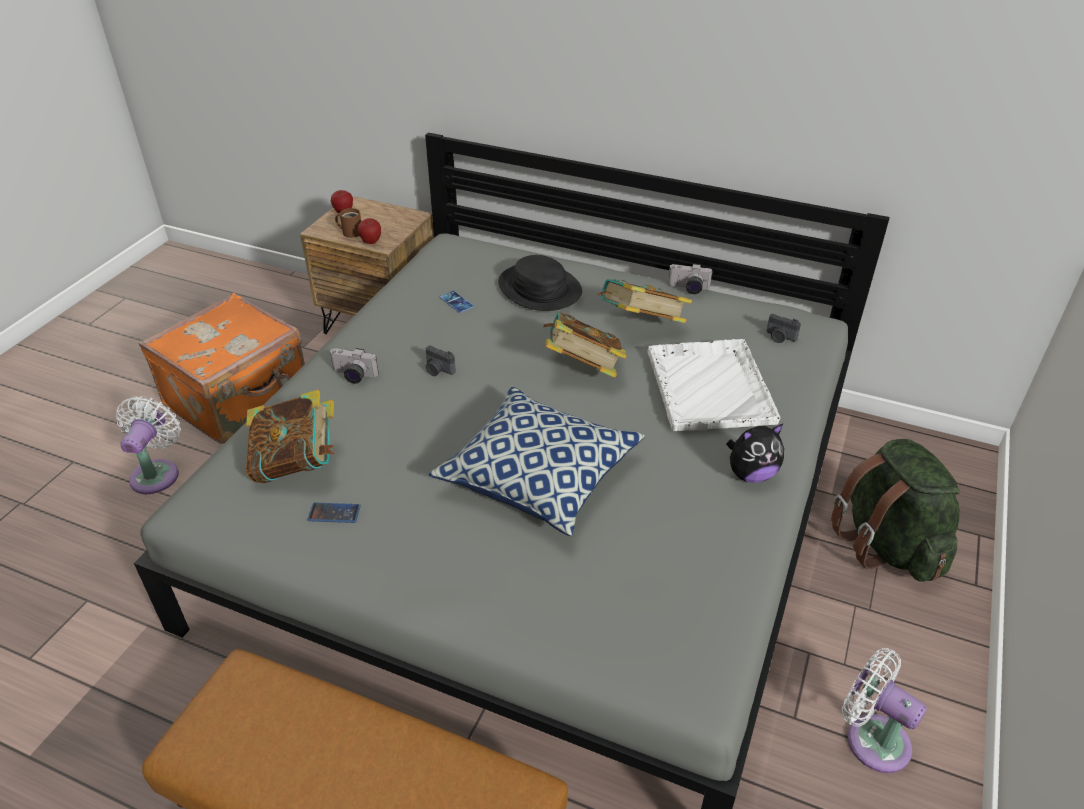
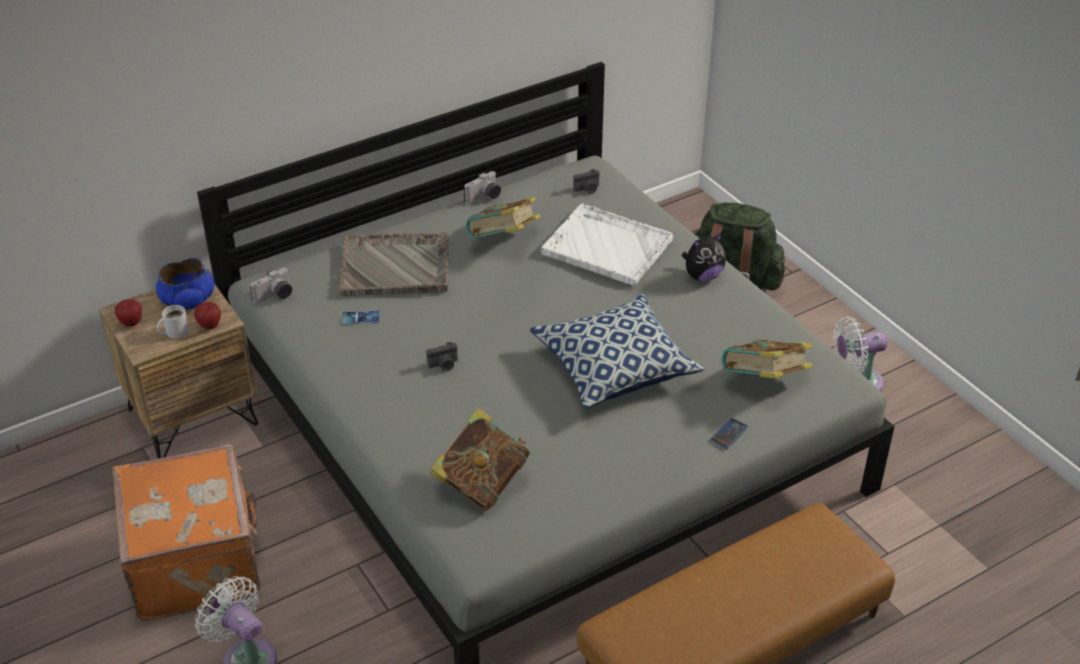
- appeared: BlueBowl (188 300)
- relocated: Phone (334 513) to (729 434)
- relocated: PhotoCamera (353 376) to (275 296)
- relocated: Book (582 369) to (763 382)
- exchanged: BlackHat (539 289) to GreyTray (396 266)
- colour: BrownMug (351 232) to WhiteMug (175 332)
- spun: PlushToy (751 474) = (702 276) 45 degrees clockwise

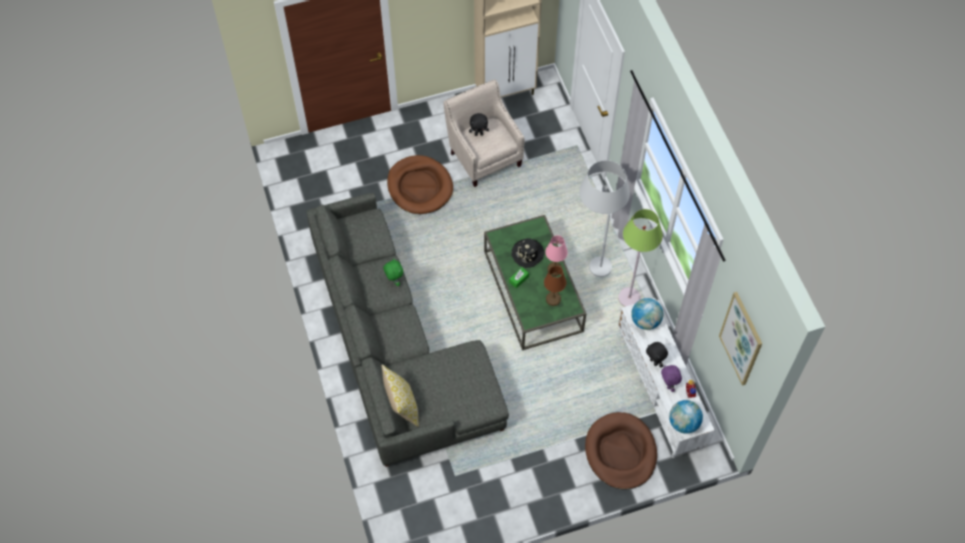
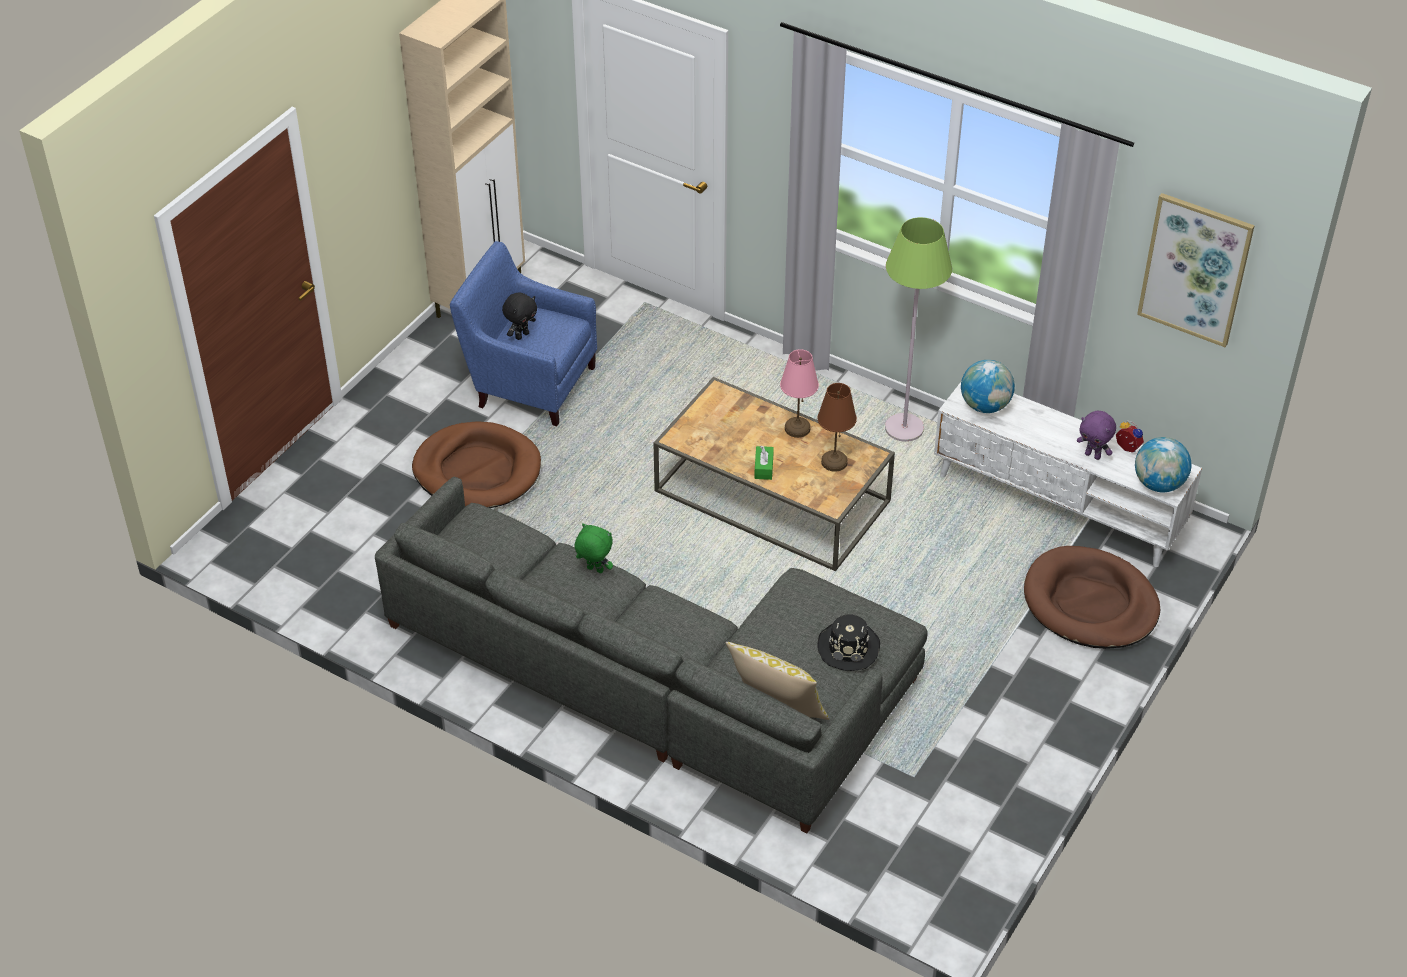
- missing: WhiteFloorLamp (594 257)
- missing: BlackPlushToy (654 362)
- relocated: BlackHat (528 254) to (848 647)
- colour: BeigeArmchair (484 155) to BlueArmchair (530 383)
- colour: GreenCoffeeTable (532 291) to BrownCoffeeTable (771 497)

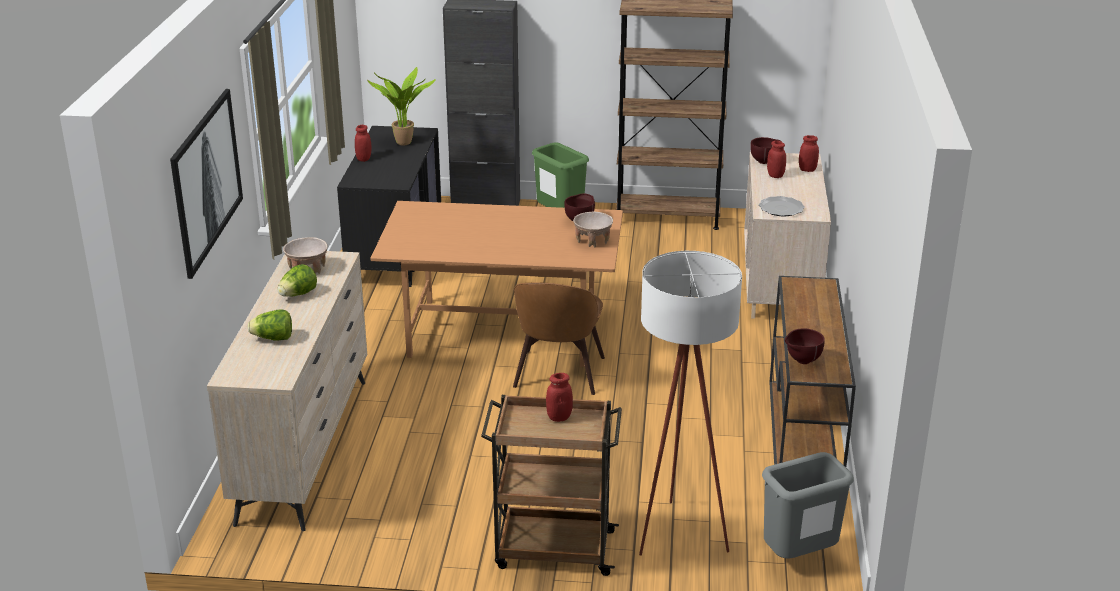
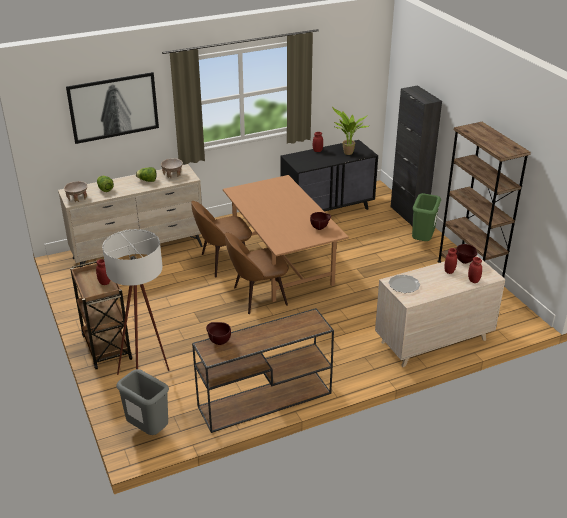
- appeared: BrownChair (223 262)
- relocated: BeigeBowl (593 240) to (77 198)

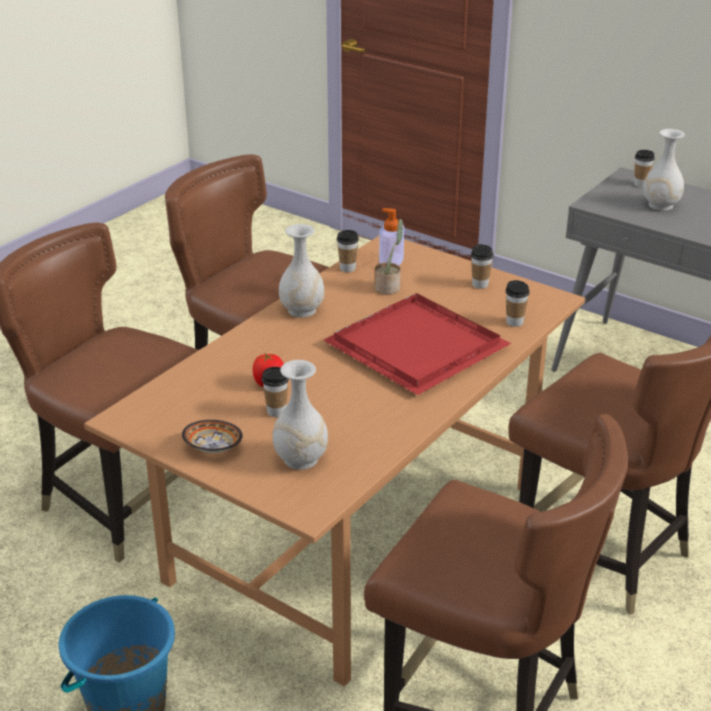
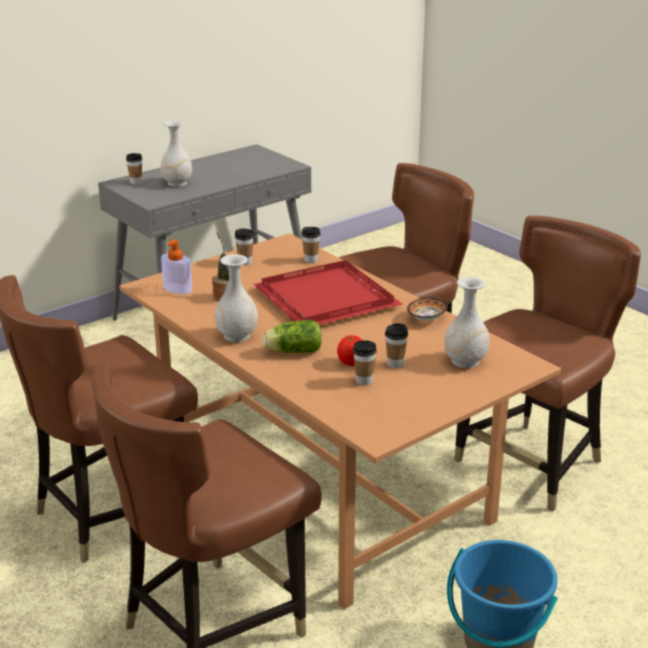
- appeared: Lettuce (292 351)
- relocated: Bowl (213 449) to (428 318)
- relocated: Cup (347 268) to (364 381)

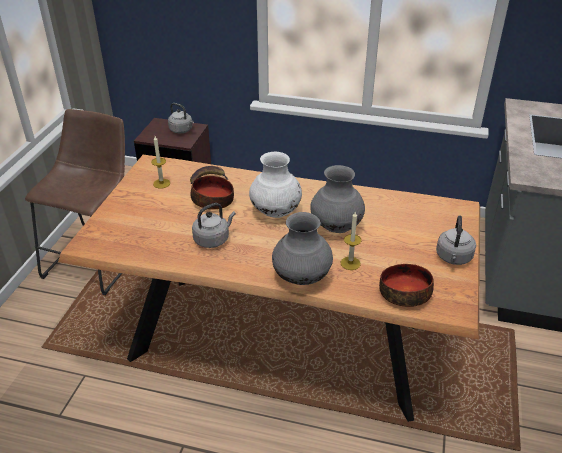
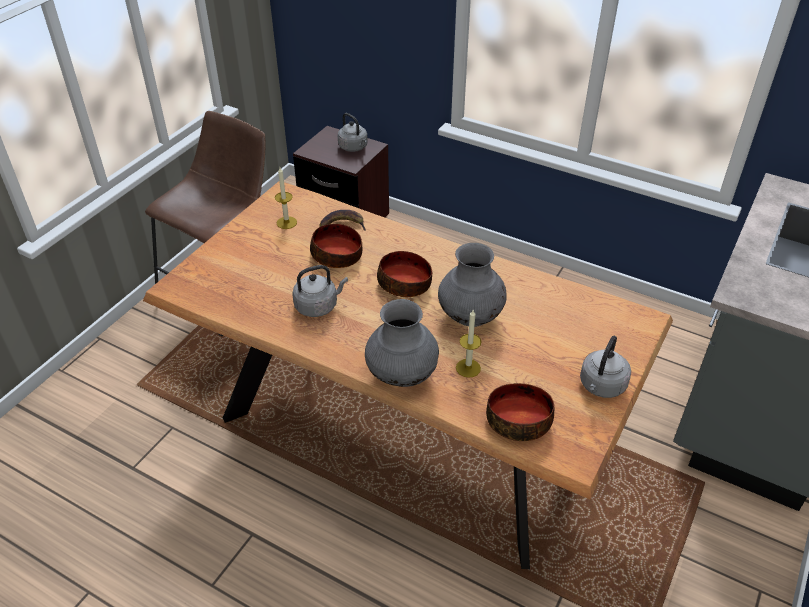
- exchanged: WhiteVase (276 212) to Bowl (405 284)

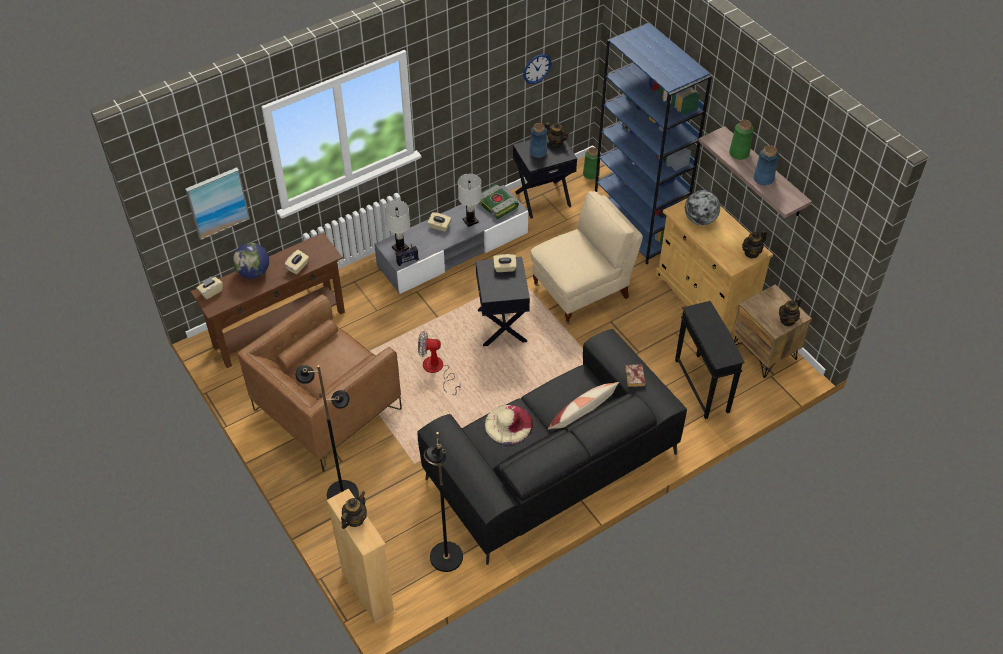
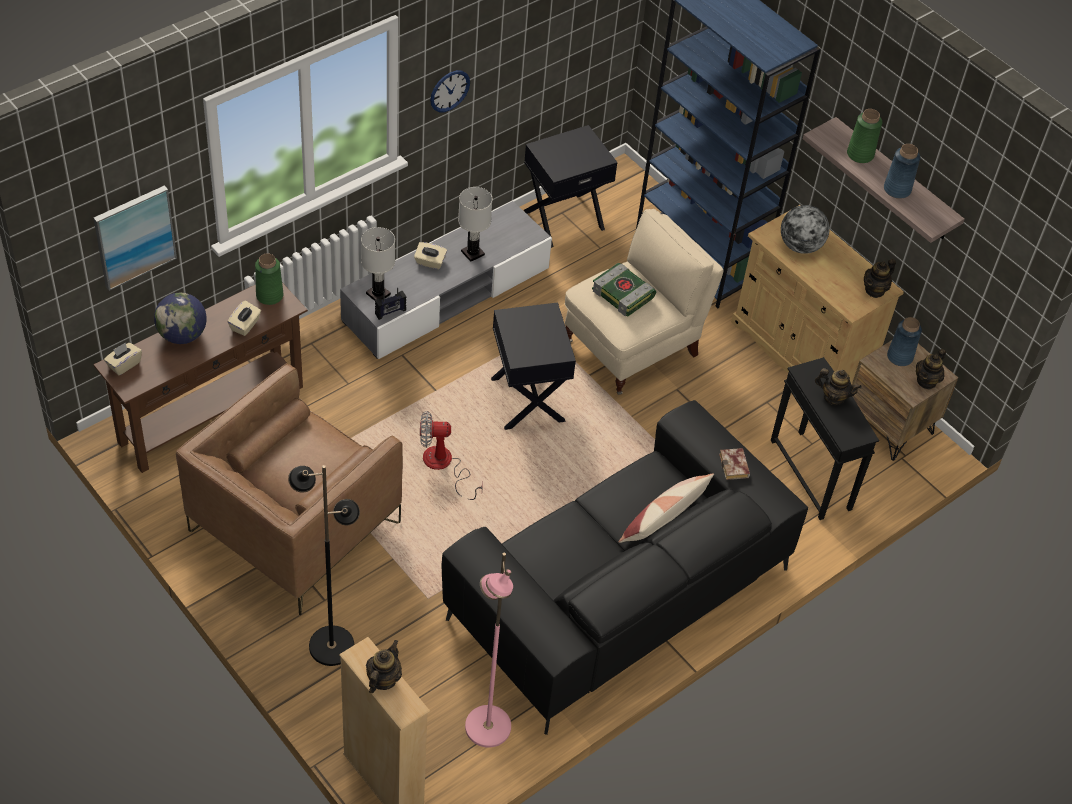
- missing: BeigeHat (508 424)
- missing: BeigeTissueBox (504 268)
- relocated: Book (497 205) to (624 294)
- relocated: WallClock (537 68) to (449 91)
- relocated: BlueVase (538 152) to (899 357)
- relocated: Teapot (556 143) to (833 397)
- relocated: GreenVase (591 174) to (270 295)
- colour: BlackFloorLamp (445 557) to PinkFloorLamp (487 727)

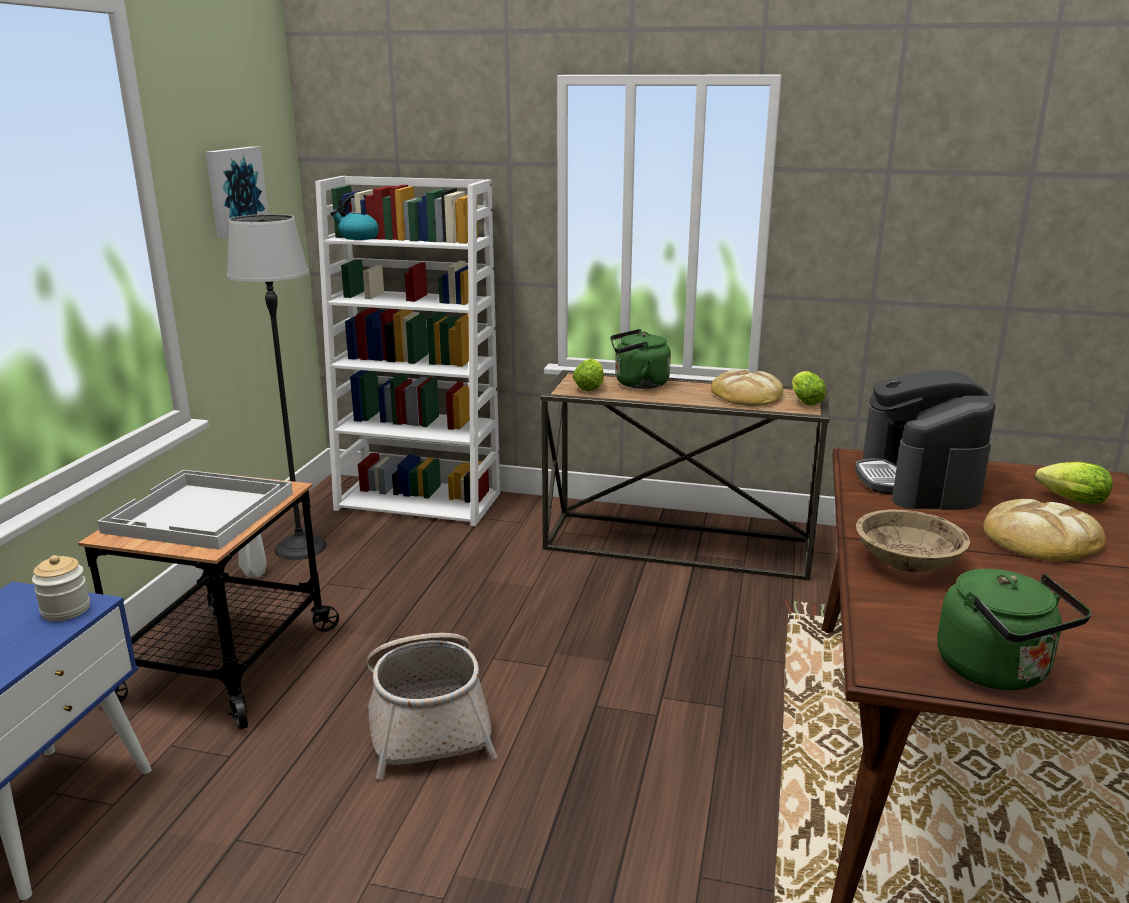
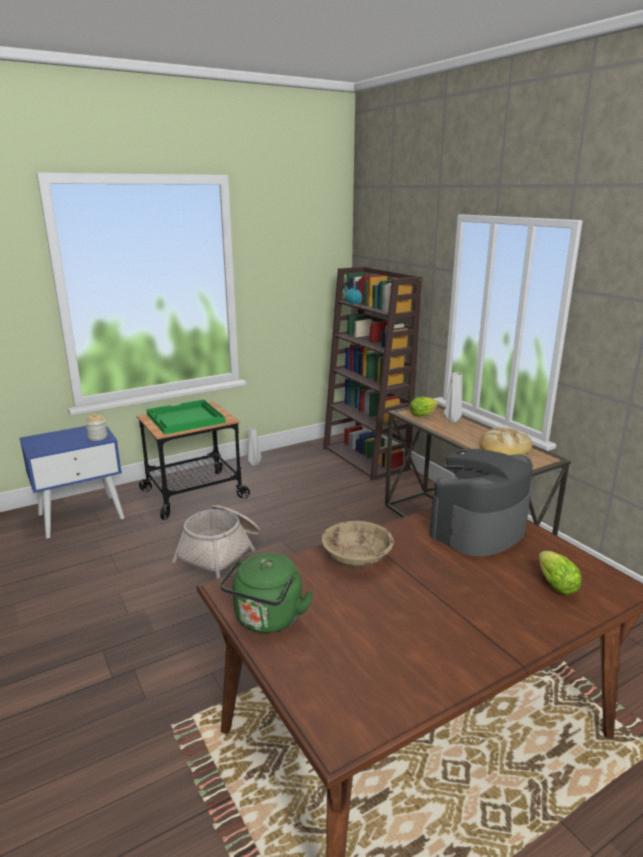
- missing: Picture (234 191)
- missing: FloorLamp (301 547)
- missing: Lettuce (804 401)
- missing: Bread (1040 538)
- exchanged: GreenKettle (638 384) to GreyVase (453 420)
- colour: WhiteTray (201 513) to GreenTray (185 419)
- colour: WhiteBookcase (420 501) to BrownBookcase (366 459)

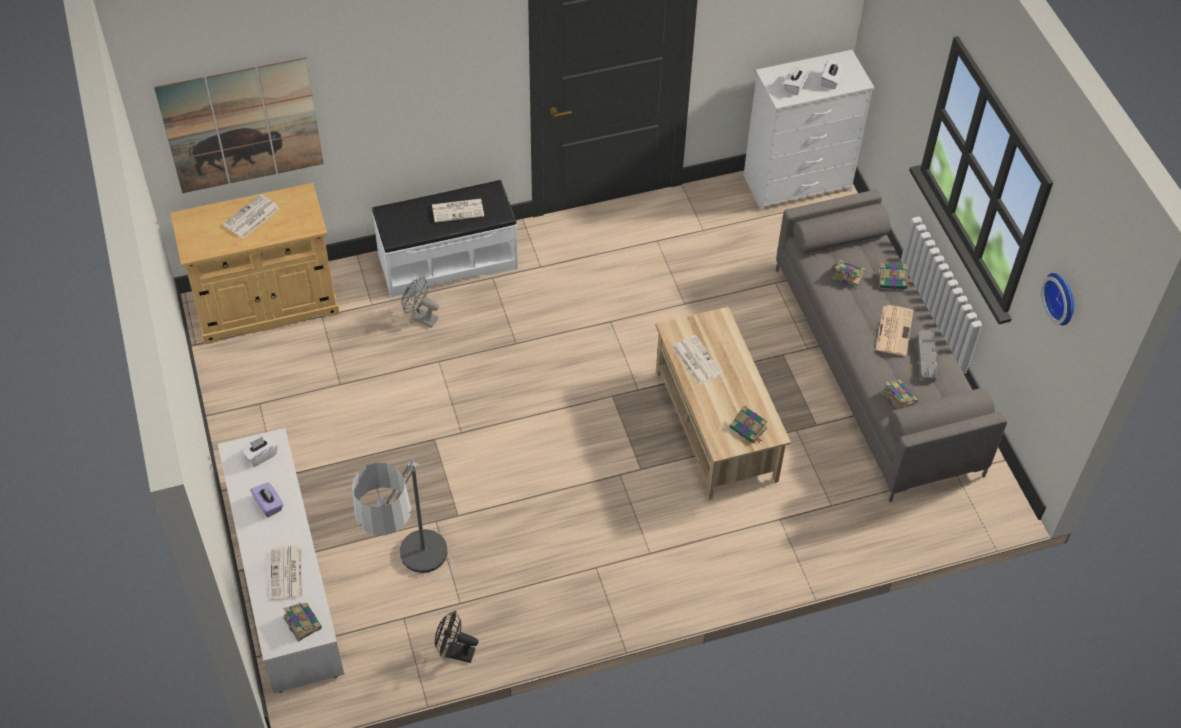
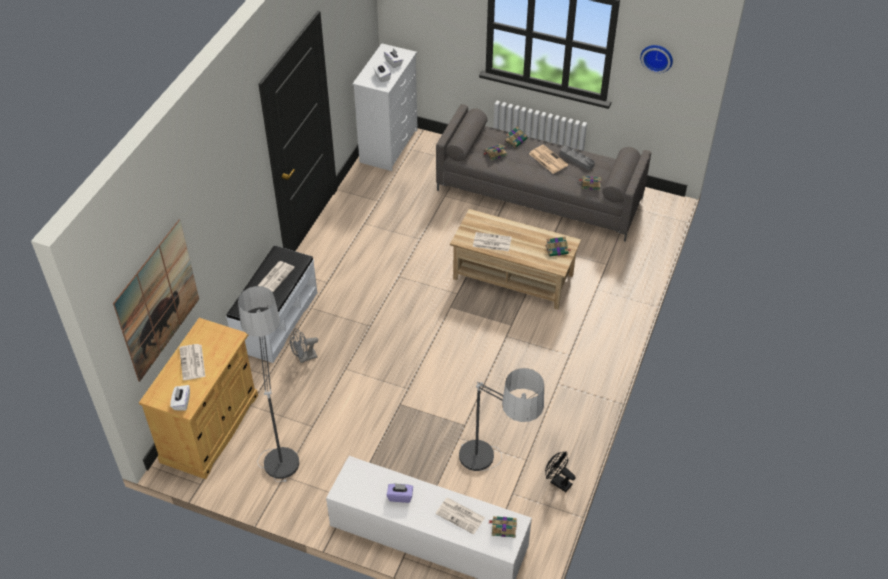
- appeared: FloorLamp (278 441)
- relocated: WhiteTissueBox (261 455) to (181 402)
- spun: BlackFan (455 652) = (557 482) 75 degrees clockwise

